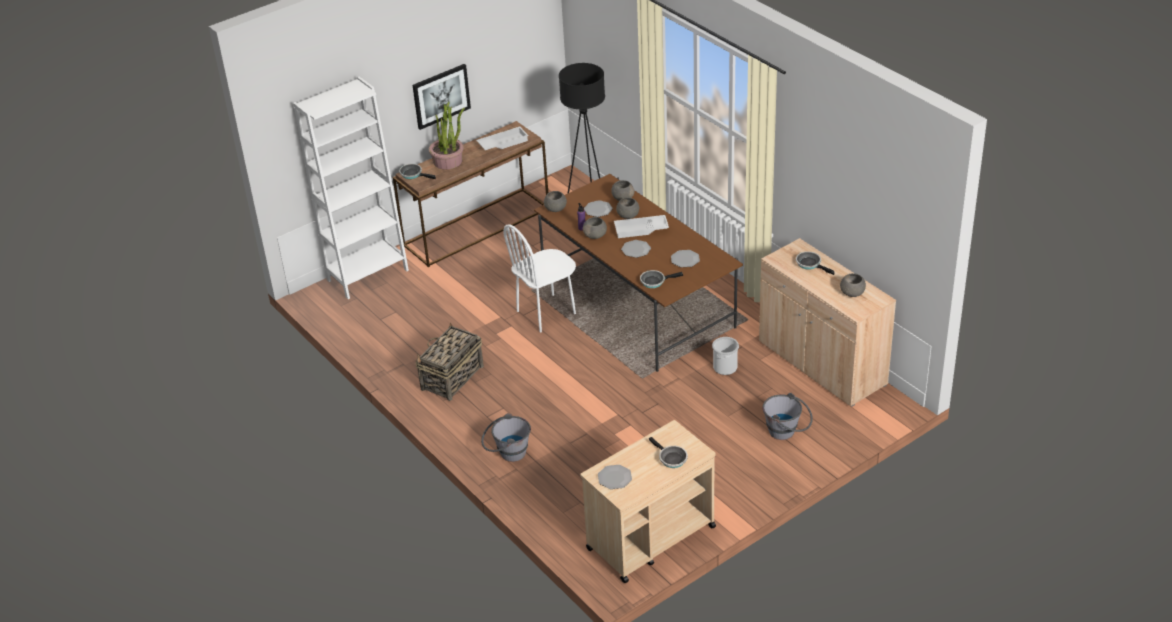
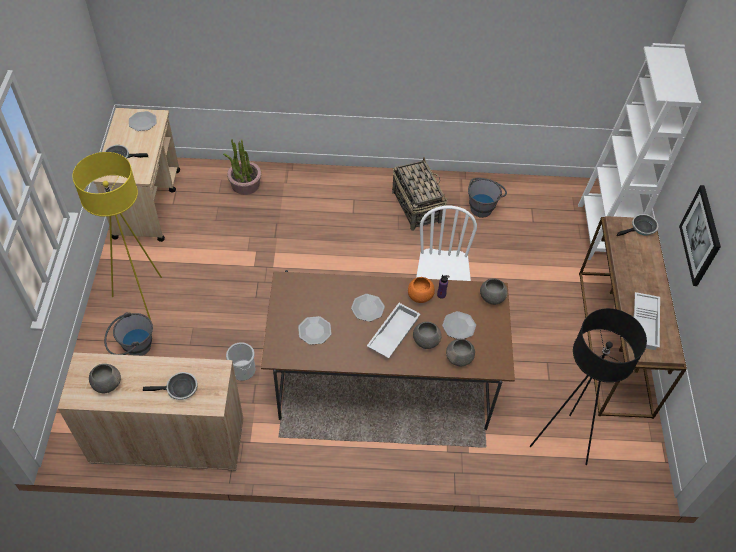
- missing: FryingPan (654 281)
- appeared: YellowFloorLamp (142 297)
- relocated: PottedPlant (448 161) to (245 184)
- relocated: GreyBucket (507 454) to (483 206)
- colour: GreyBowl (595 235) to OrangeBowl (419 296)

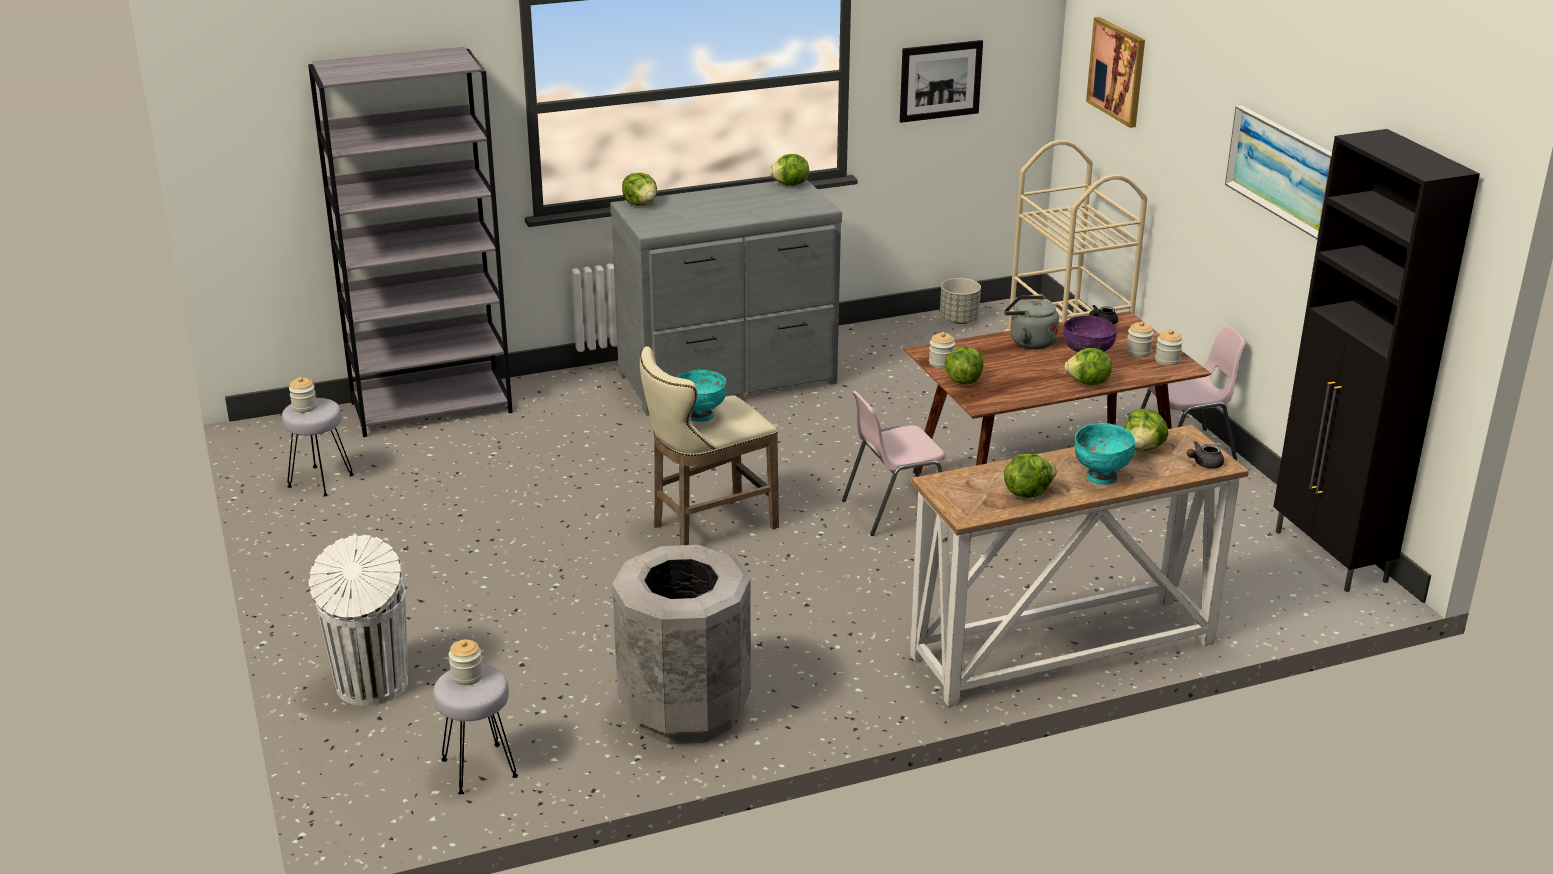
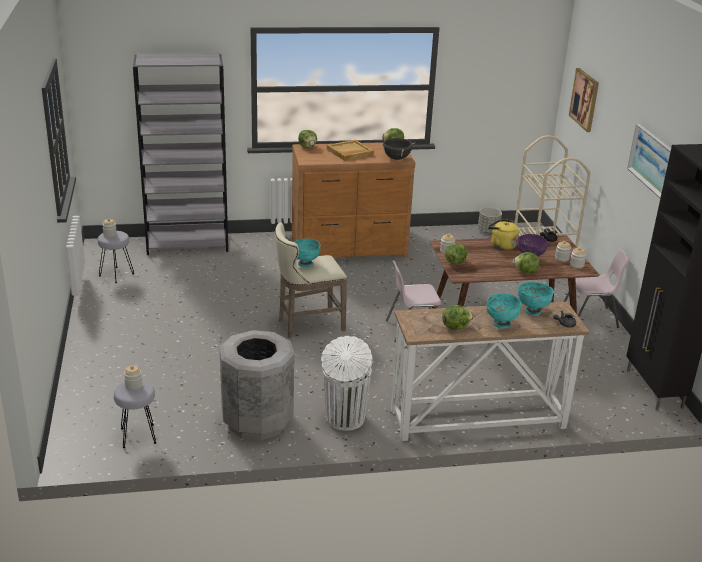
- missing: Picture (940 81)
- appeared: BeigeTray (349 152)
- appeared: BlackCookingPot (396 158)
- relocated: WhiteTrashCan (371 685) to (344 419)
- exchanged: Lettuce (1143 448) to TurquoiseBowl (532 311)
- colour: GreyDresser (729 380) to BrownDresser (349 248)
- colour: GreyKettle (1029 342) to YellowKettle (501 245)

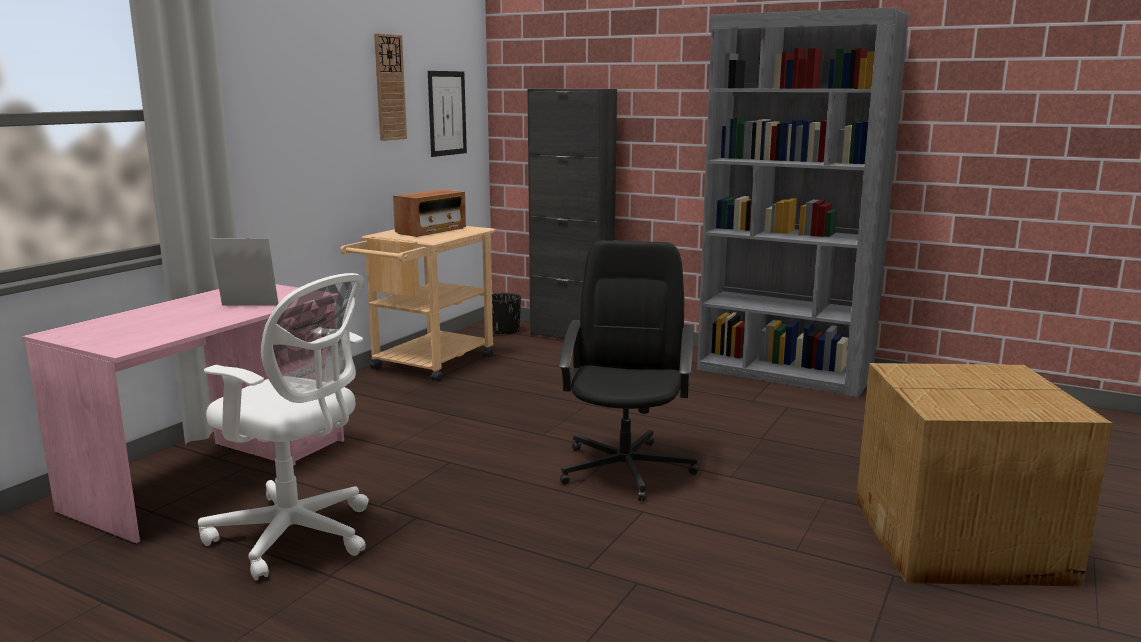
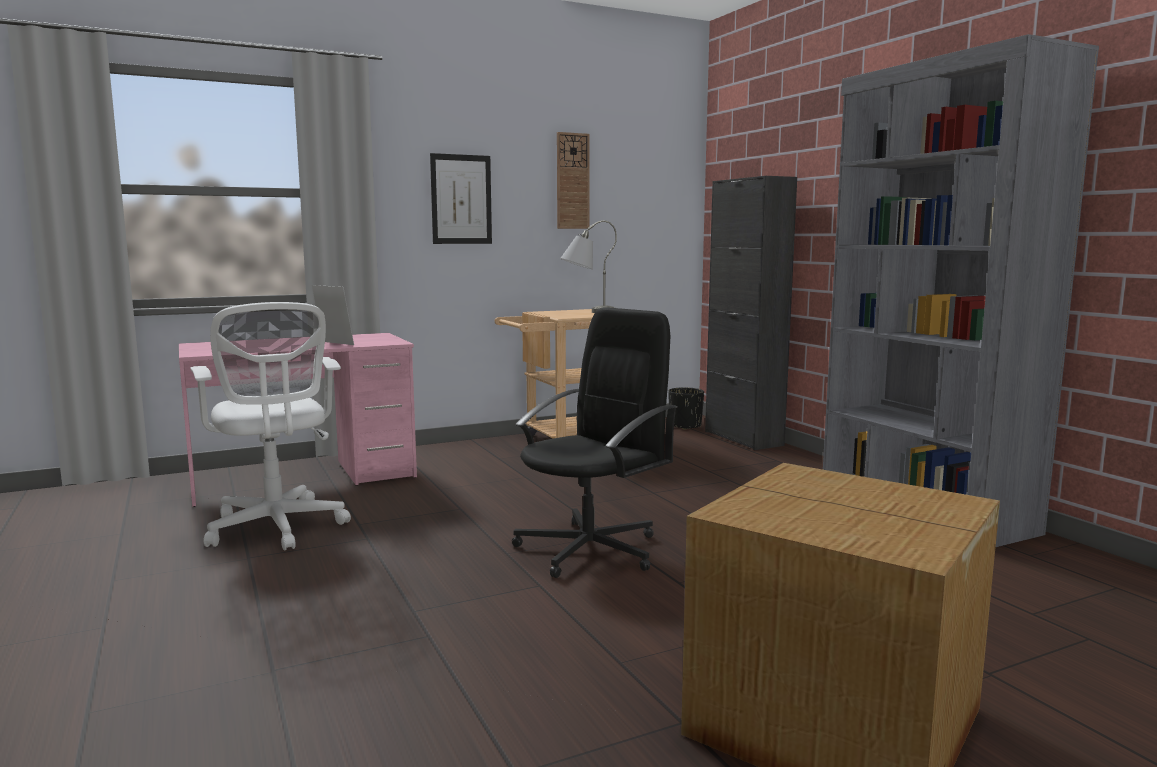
- relocated: Picture (447 113) to (461 199)
- exchanged: Radio (431 231) to GreyTableLamp (587 312)

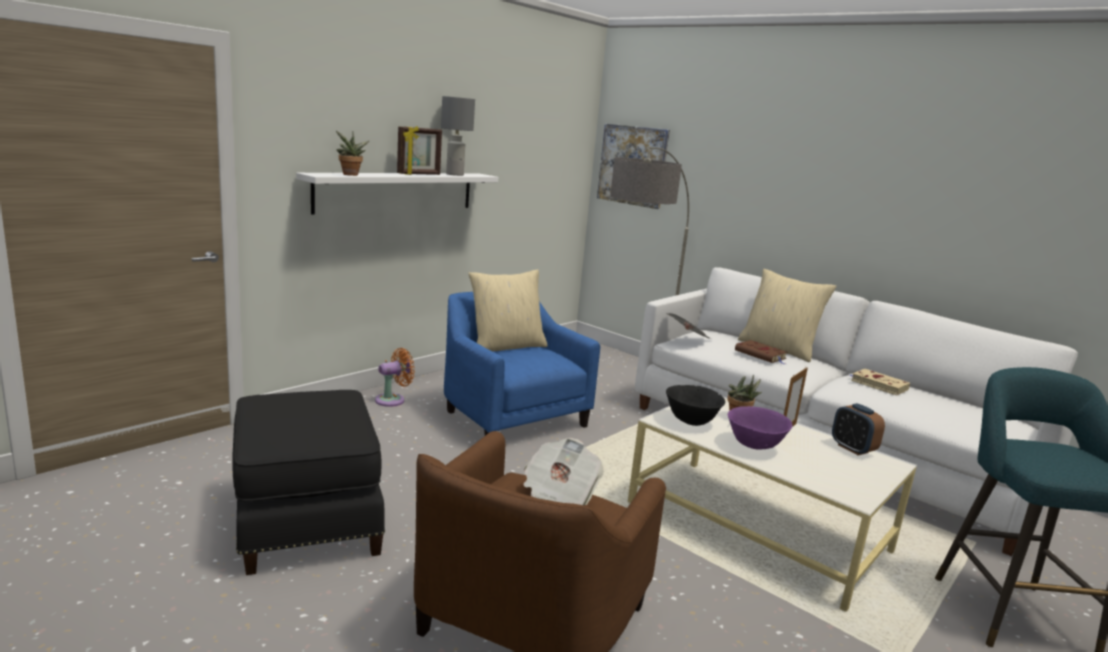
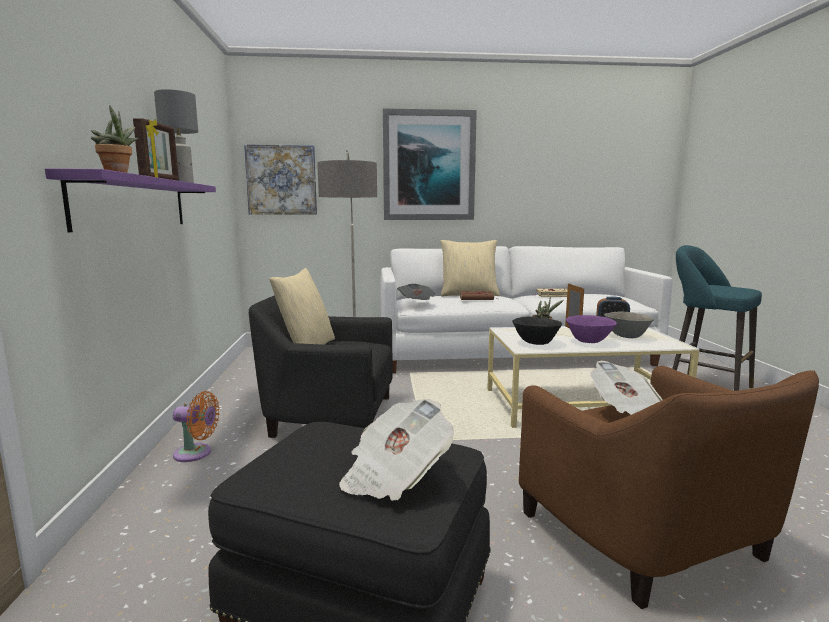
- appeared: Newspaper (395 475)
- appeared: Picture (428 166)
- appeared: GreyBowl (626 337)
- colour: WhiteShelf (397 191) to PurpleShelf (135 203)
- colour: BlueArmchair (510 418) to BlackArmchair (328 417)
- spun: OrangeFan (393 400) = (196 453) 90 degrees clockwise

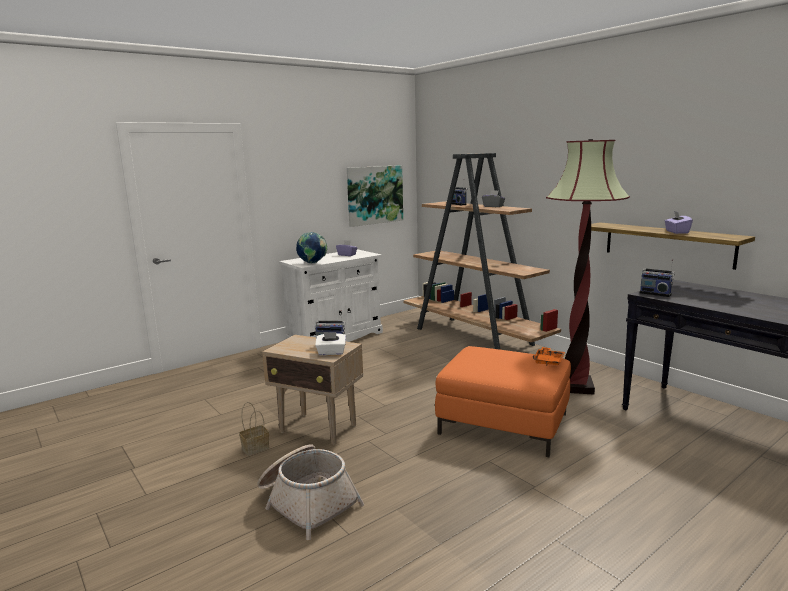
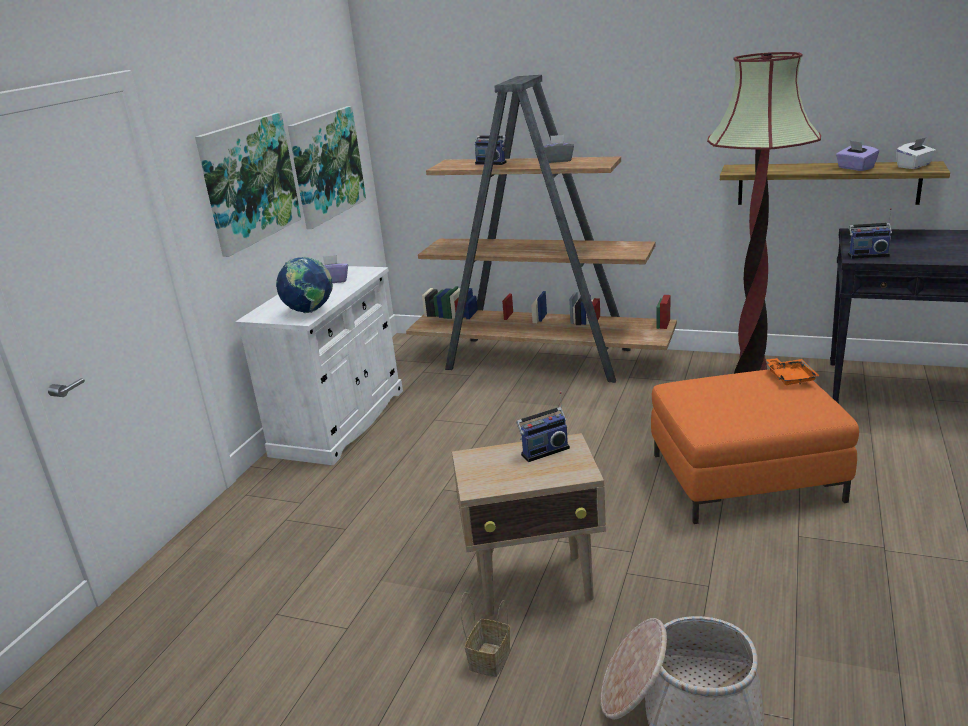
- appeared: Picture (249 181)
- relocated: WhiteTissueBox (331 352) to (914 166)

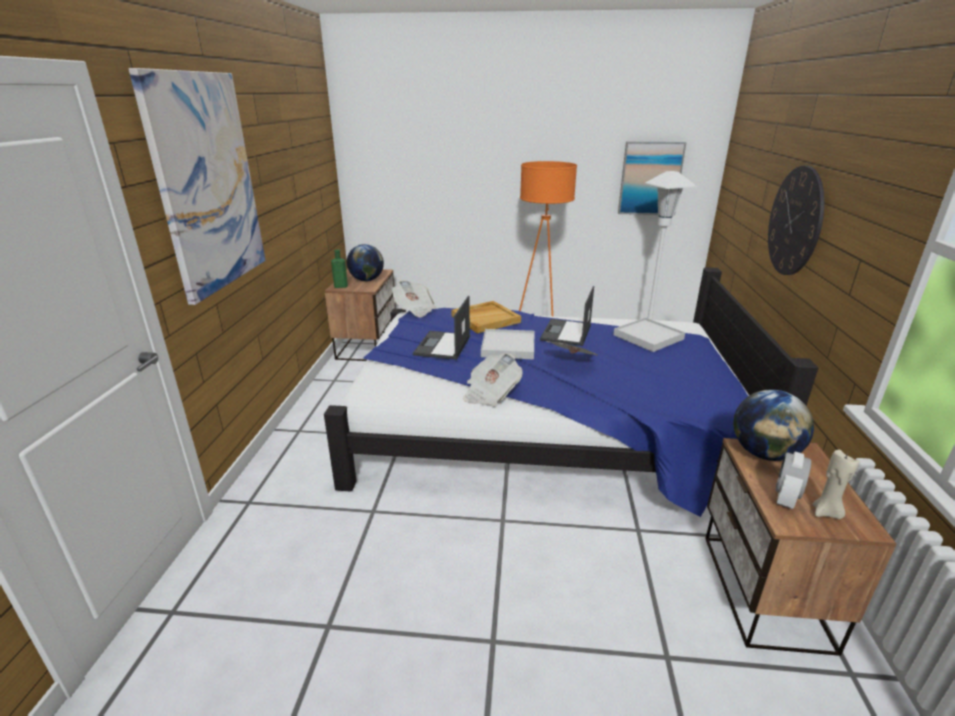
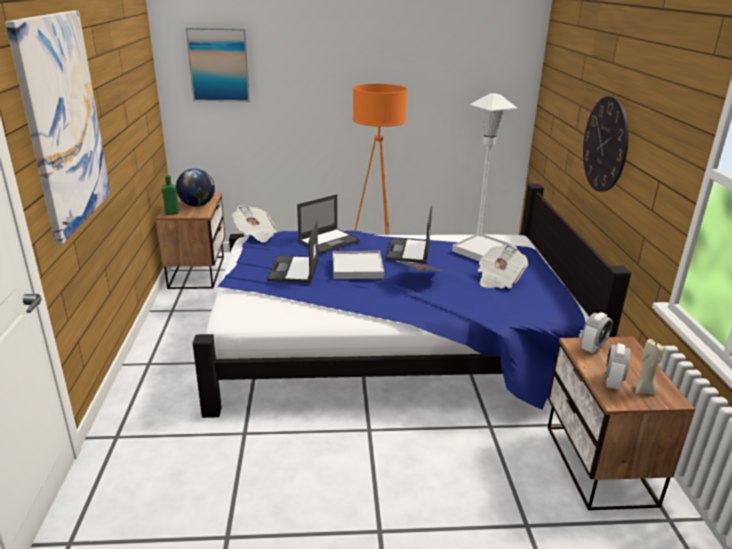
- relocated: Newspaper (490 393) to (498 279)
- relocated: Picture (650 178) to (219 65)
- exchanged: BeigeTray (486 319) to Laptop (329 241)
- exchanged: Globe (764 453) to AlarmClock (593 348)

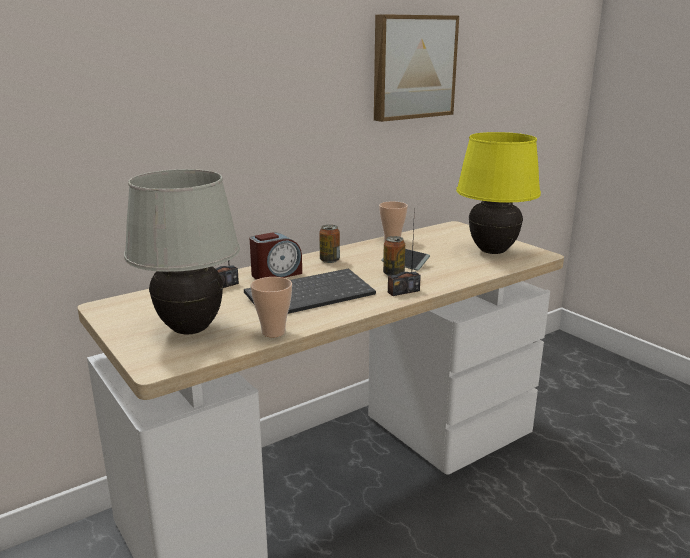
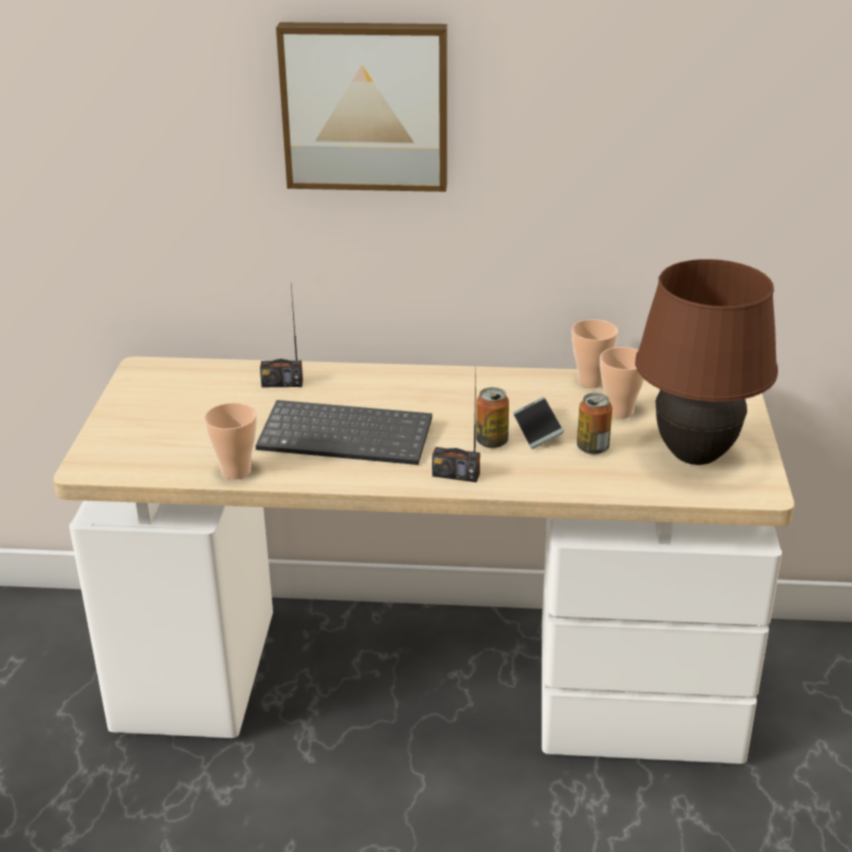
- missing: WhiteTableLamp (191 329)
- missing: AlarmClock (276 274)
- appeared: Cup (619 411)
- relocated: Can (329 260) to (592 448)
- relocated: Picture (412 67) to (365 105)
- colour: YellowTableLamp (492 251) to BrownTableLamp (694 456)

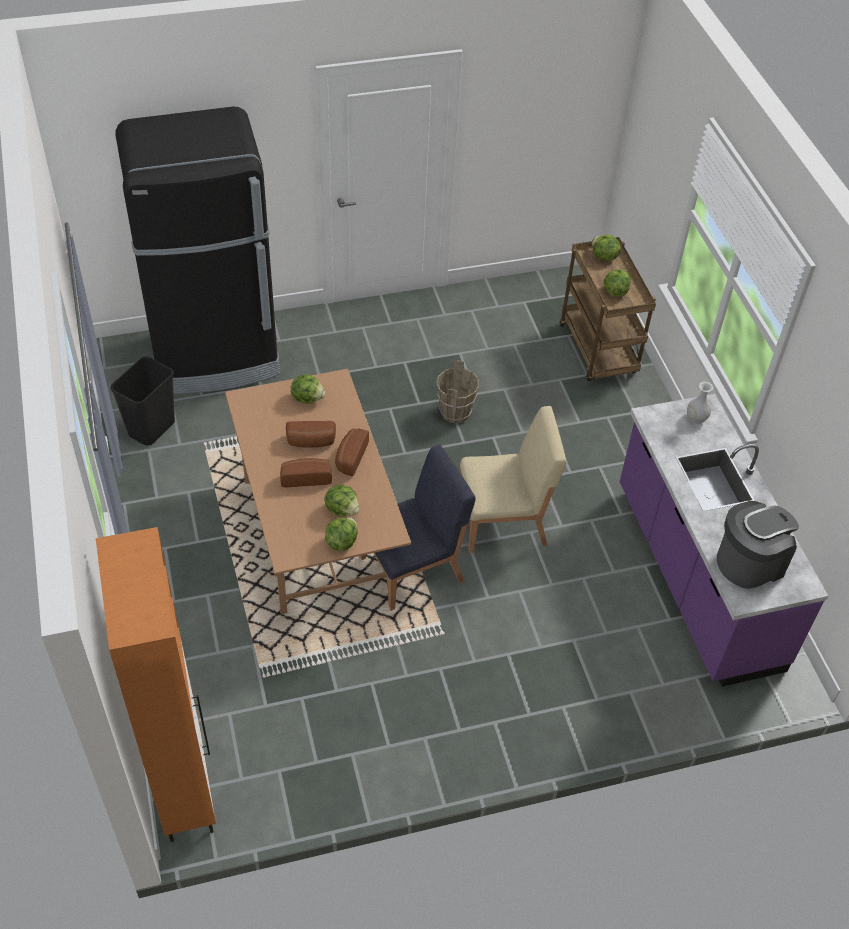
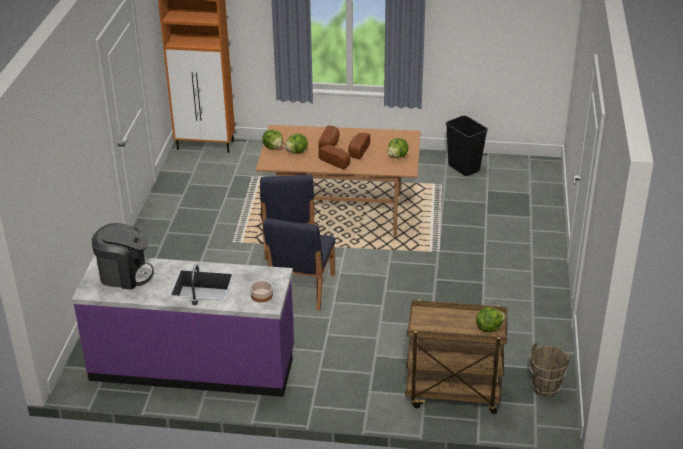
- missing: BlackFridge (216 356)
- missing: Lettuce (615 291)
- relocated: BrownBucket (455 413) to (545 388)
- exchanged: WhiteVase (696 418) to Bowl (262 295)
- colour: BeigeChair (504 522) to BlueChair (301 289)
- spun: CoffeeMachine (750 562) = (125 274) 75 degrees counterclockwise

